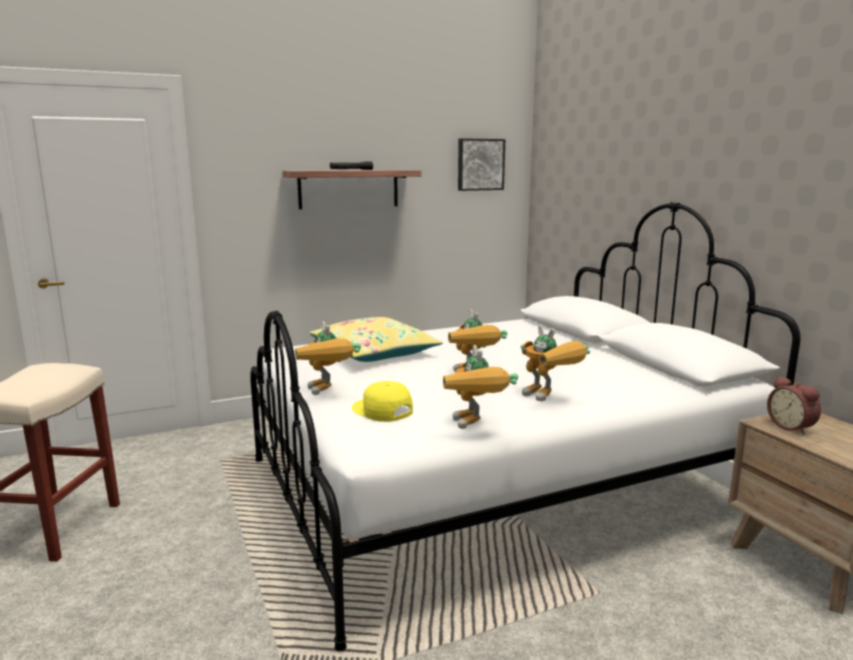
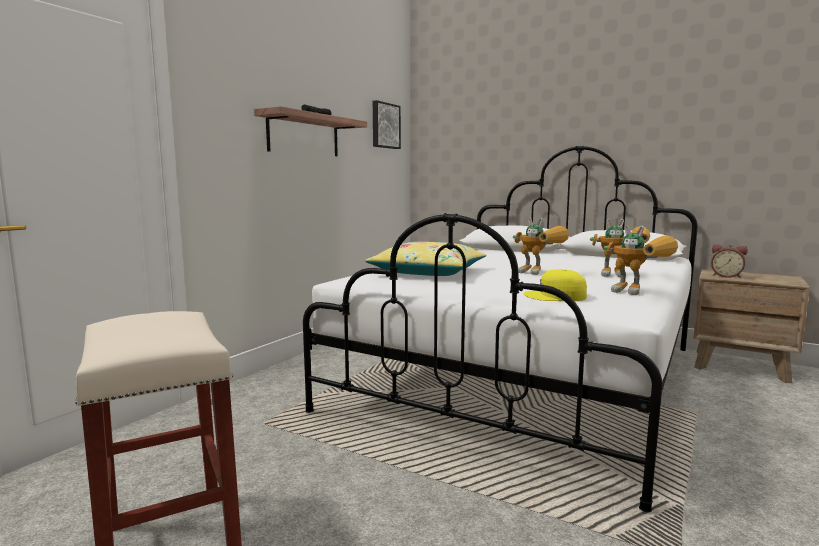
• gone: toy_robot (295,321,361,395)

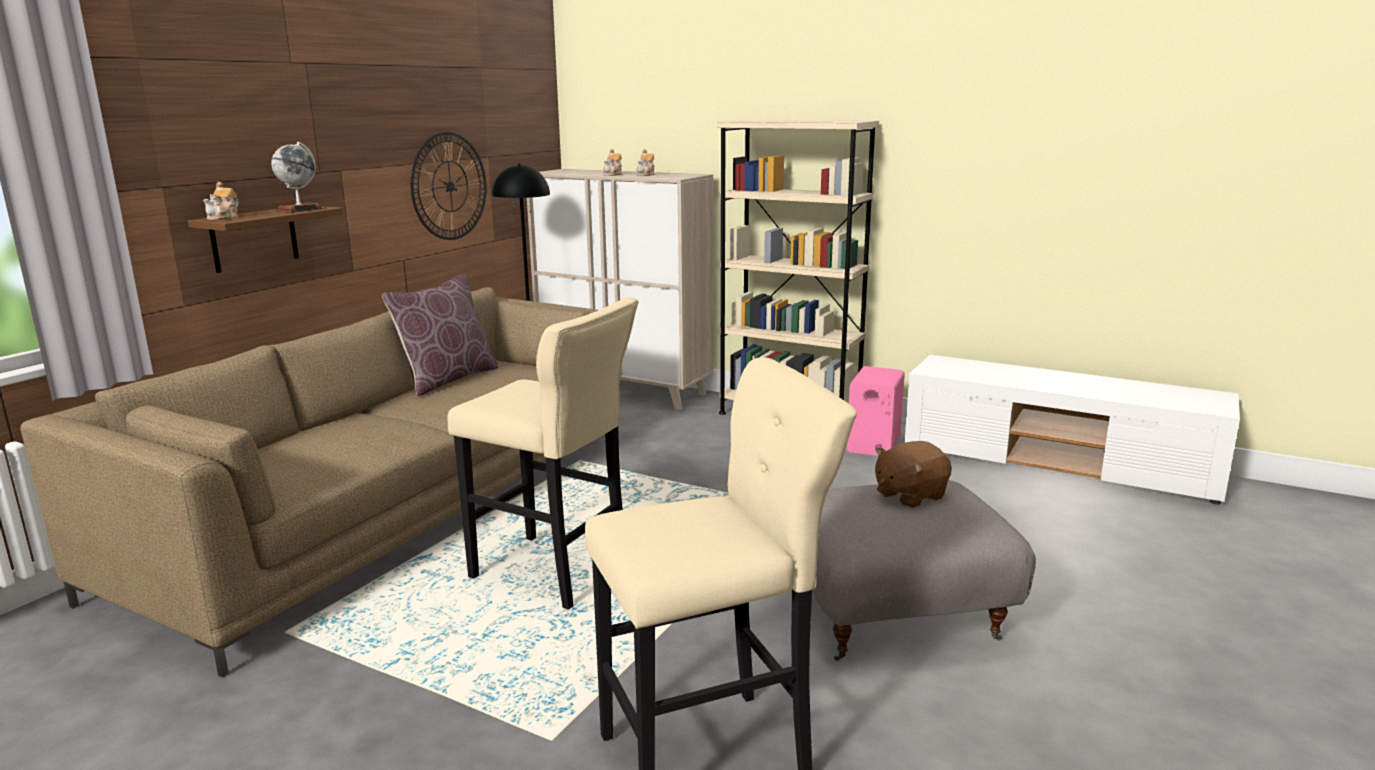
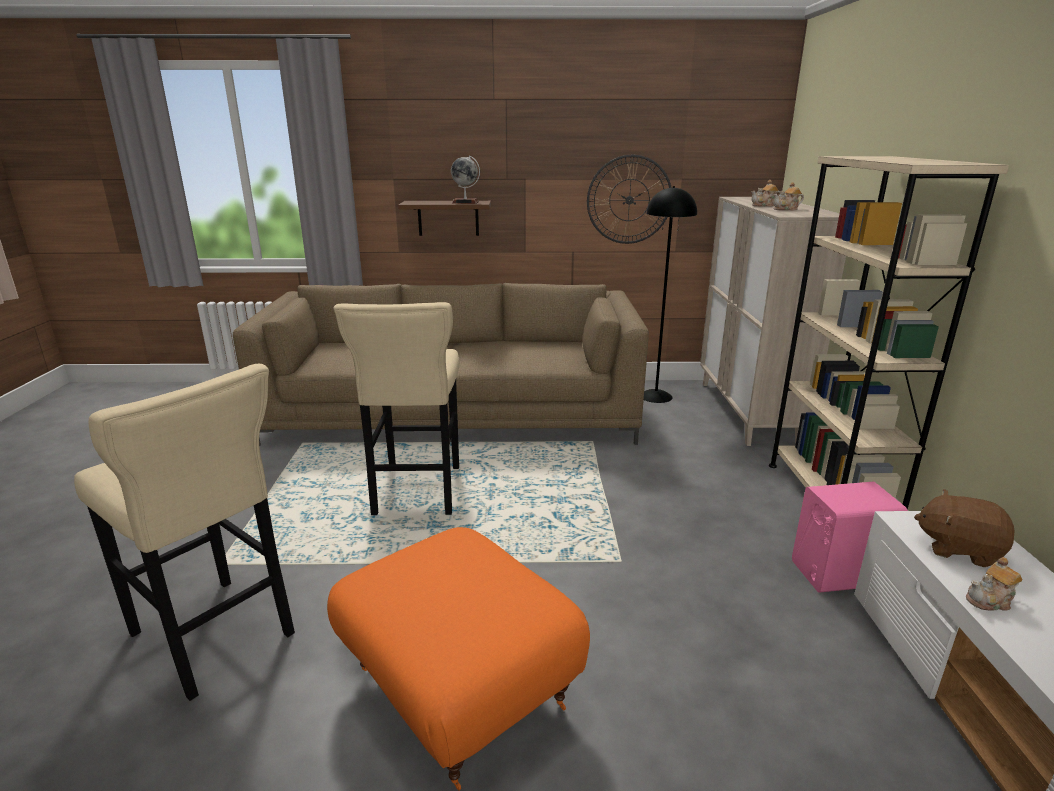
• gone: brown-coloured_cushion (382,274,498,397)
• shifted: tea_pot (203,182,239,220) to (966,557,1023,611)
• shifted: brown-coloured_plush_toy (875,441,952,508) to (914,489,1015,567)
• repainted: grey_ottoman (812,480,1036,661) to orange_ottoman (327,527,590,791)

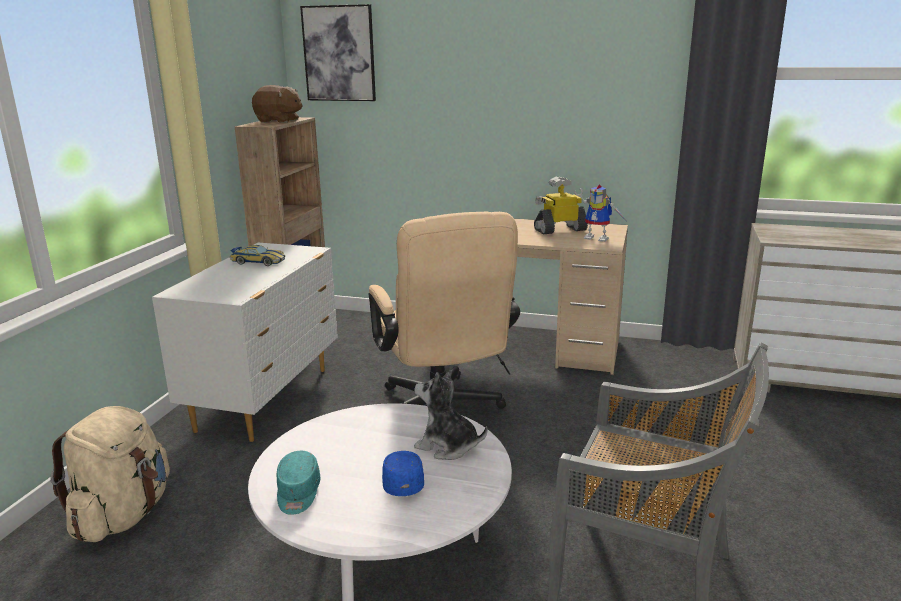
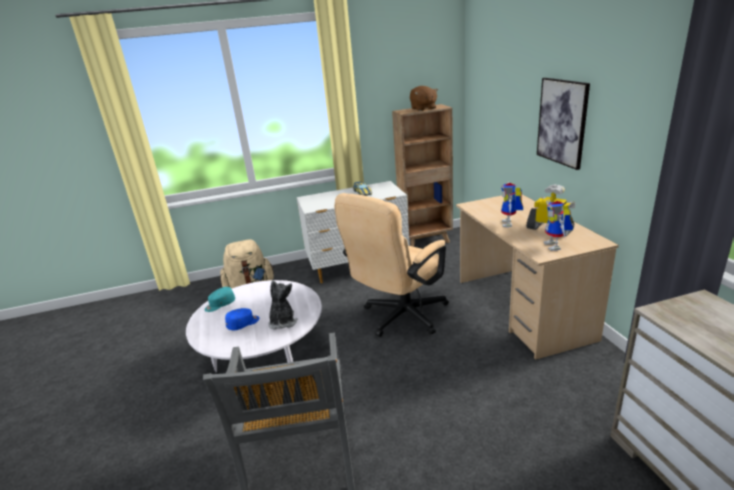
• new: toy_robot (501,182,523,227)
• shifted: wall_art (300,4,376,101) to (537,78,590,170)

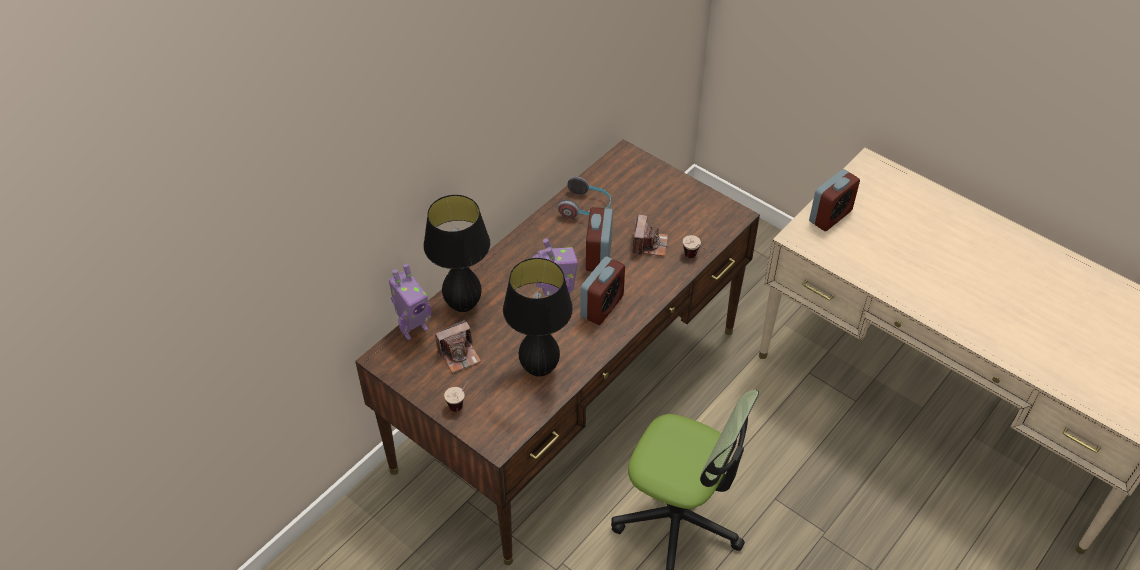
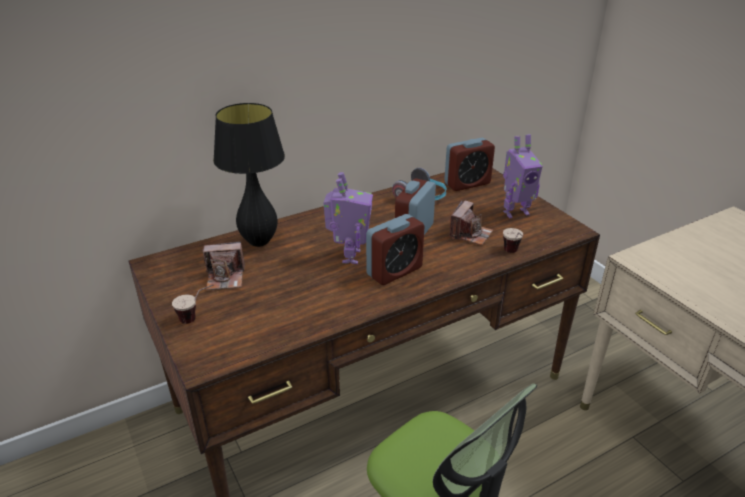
• gone: black_lamp_for_a_table (503,258,573,377)
• shifted: toy_robot (389,264,431,340) to (503,134,543,218)
• shifted: alarm_clock (809,169,860,231) to (444,138,495,191)

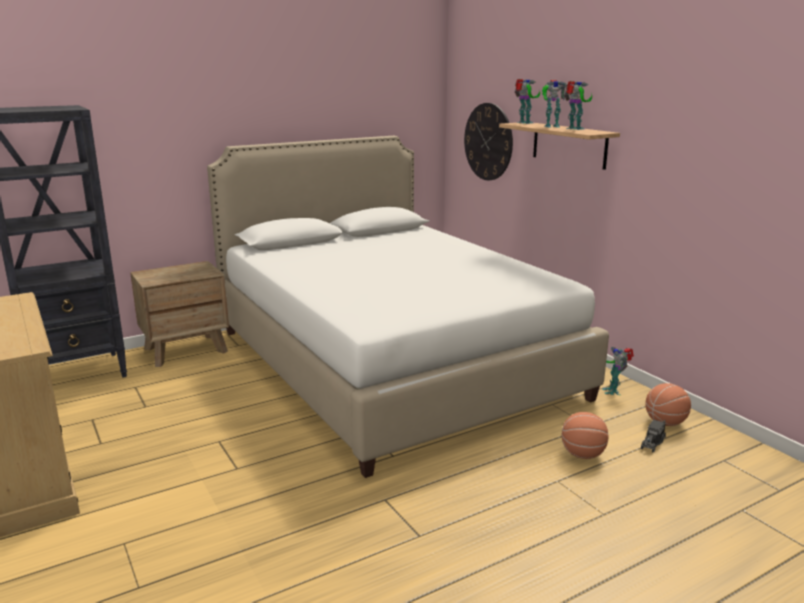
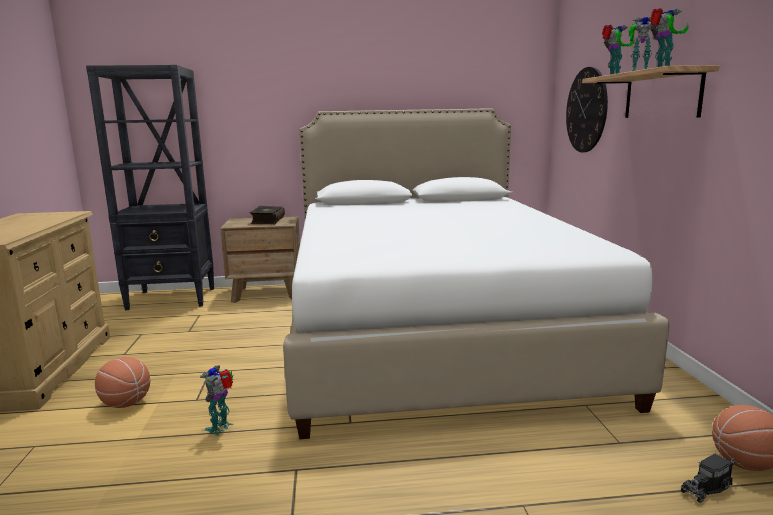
• new: volume (249,206,285,224)
• shifted: basketball_ball (562,412,609,459) to (95,357,150,408)
• shifted: toy_robot (602,347,634,395) to (199,365,234,436)

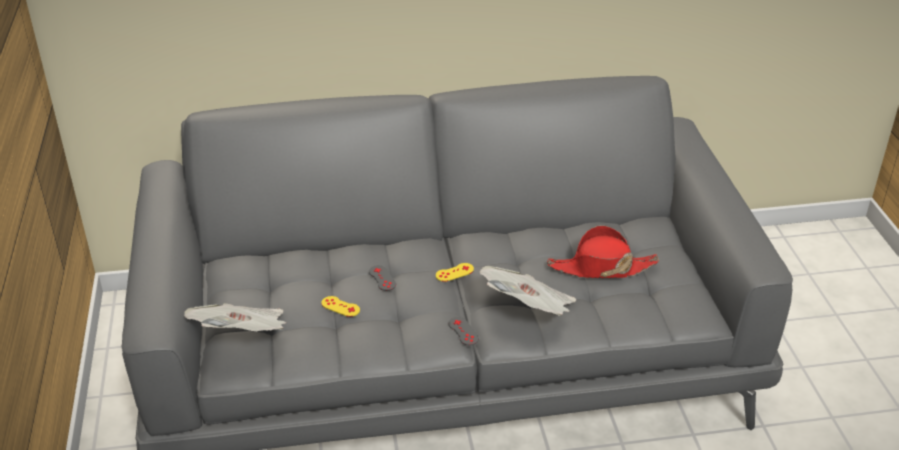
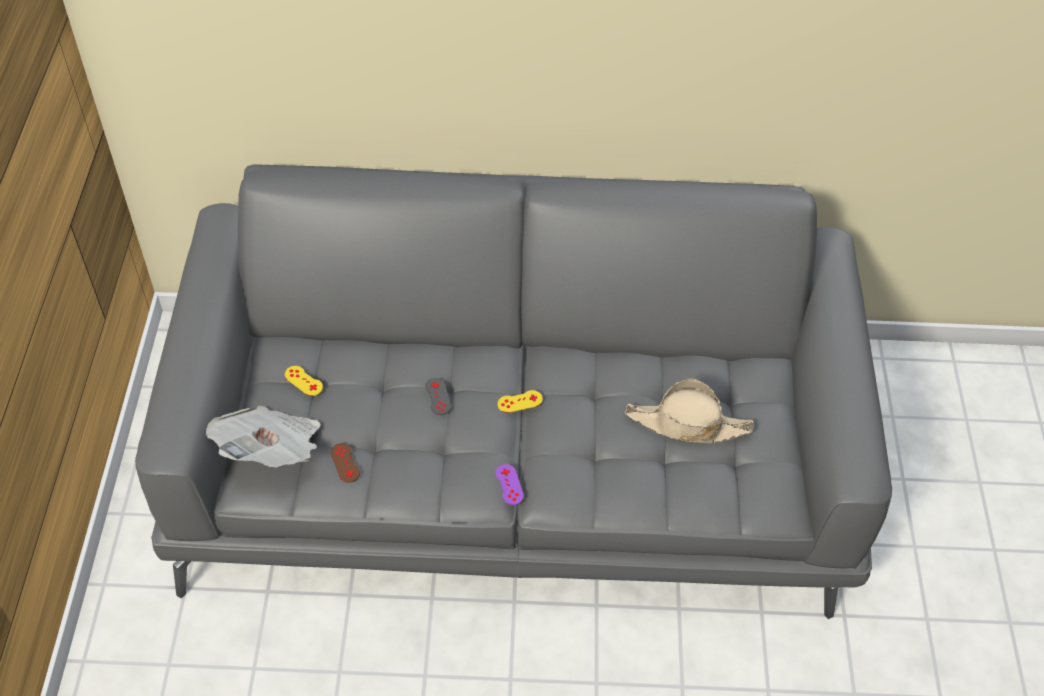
• gone: daily_paper (480,266,576,315)
• new: brown-coloured_game_controller (330,443,360,483)
• shifted: yellow_game_controller (321,296,360,317) to (285,366,323,396)
• repainted: grey_game_controller (449,317,479,345) to purple_game_controller (495,464,524,505)
• repainted: red-coloured_hat (547,225,659,278) to beige-coloured_hat (625,378,754,443)

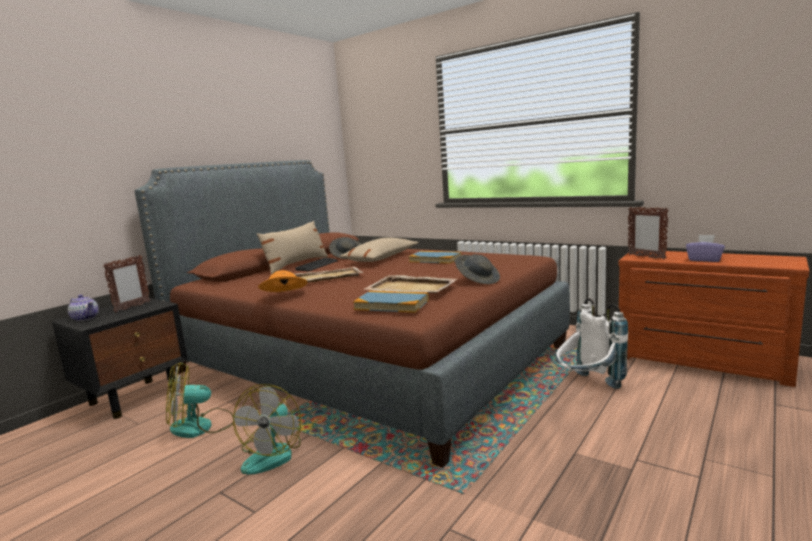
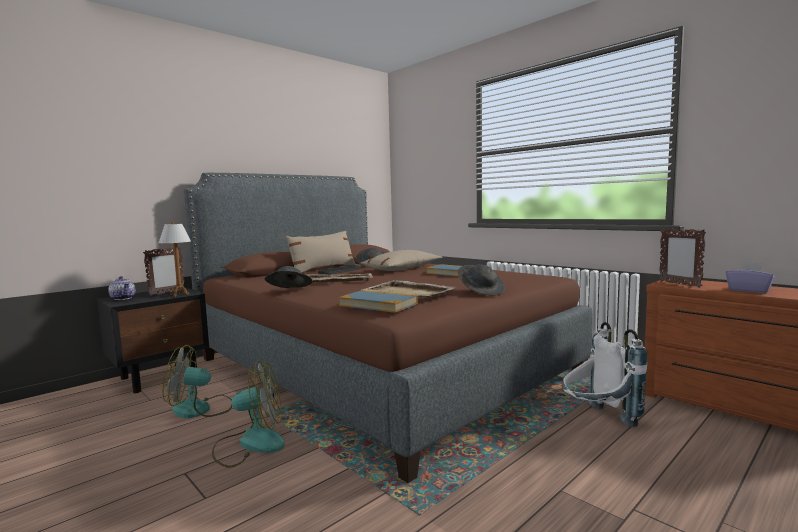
• new: lamp_for_a_table (159,222,191,297)
• repainted: orange_hat (258,270,307,292) to grey_hat (265,266,312,288)
• rotated: electric_fan (233,384,301,475) = (212,361,285,468) 120 degrees counterclockwise

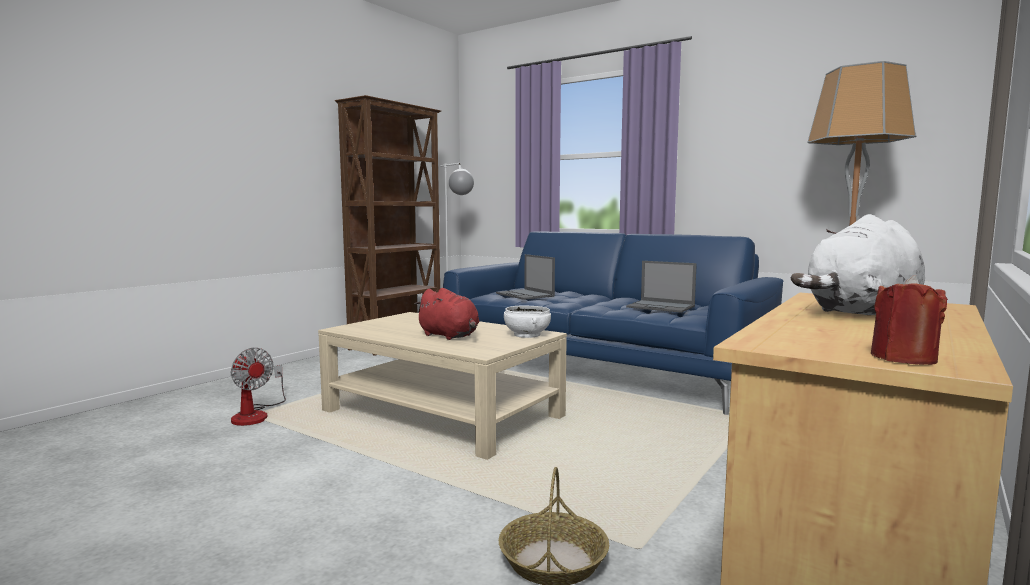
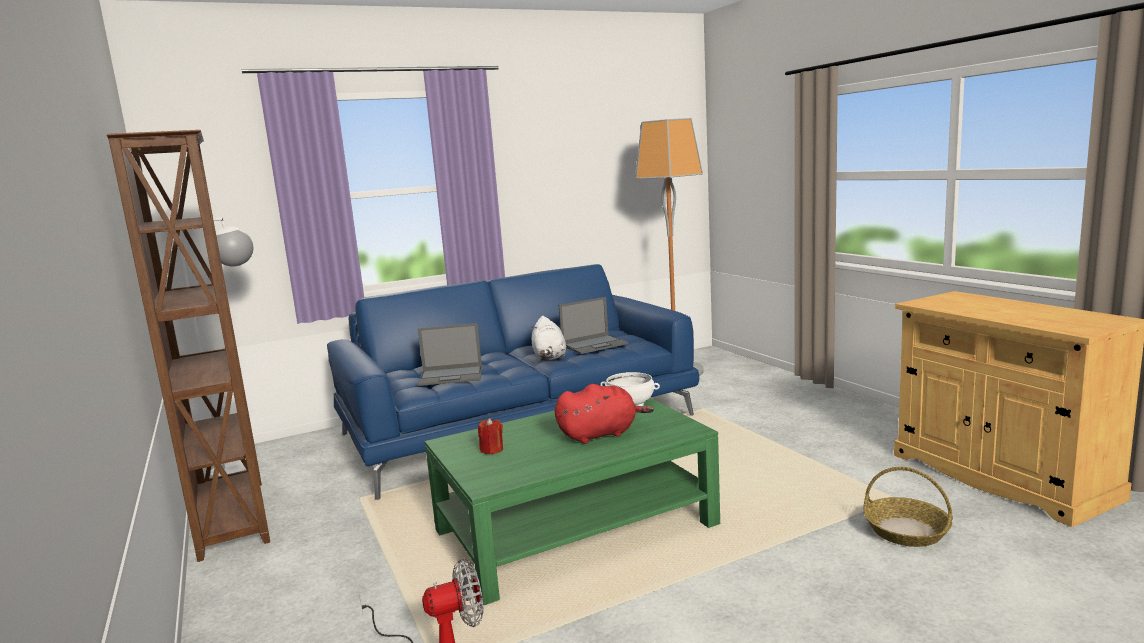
• shifted: whitish_plush_toy (791,214,925,315) to (531,316,566,361)
• shifted: red-coloured_wax_light (871,275,948,365) to (478,418,503,454)
• repainted: beige-coloured_lounge_table (318,312,567,460) to greenish_lounge_table (425,398,720,605)

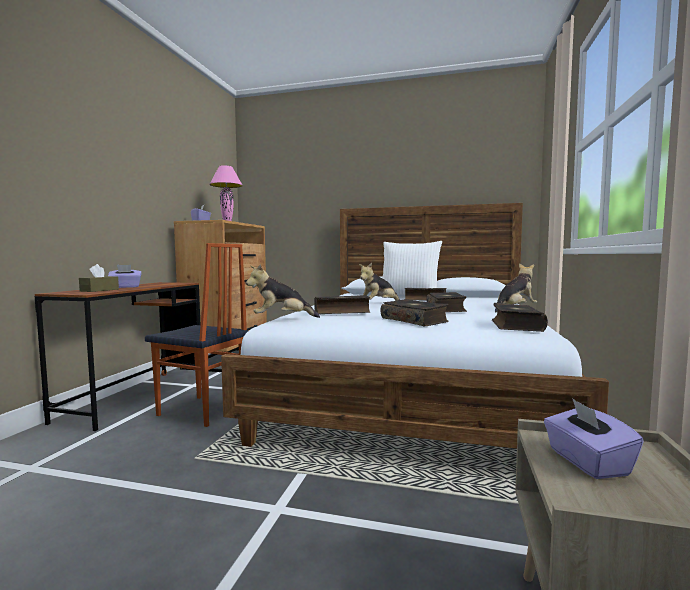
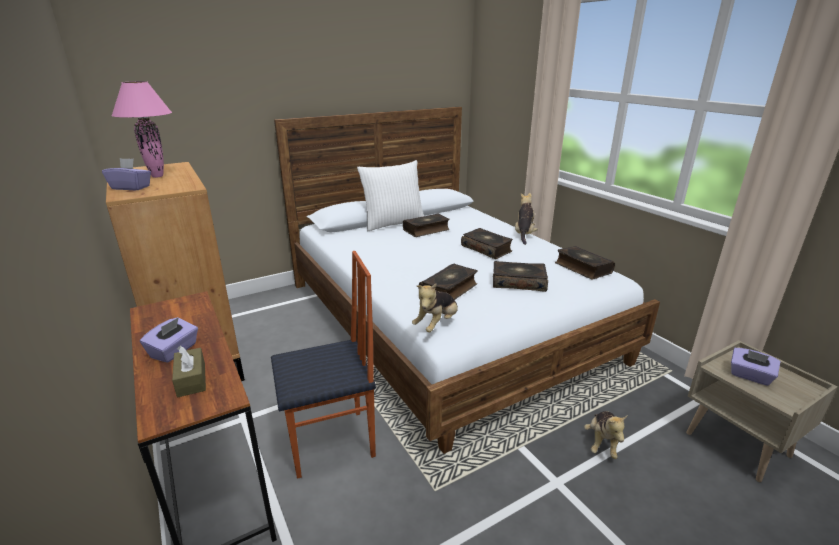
• shifted: plush_toy (359,263,400,301) to (584,411,627,459)

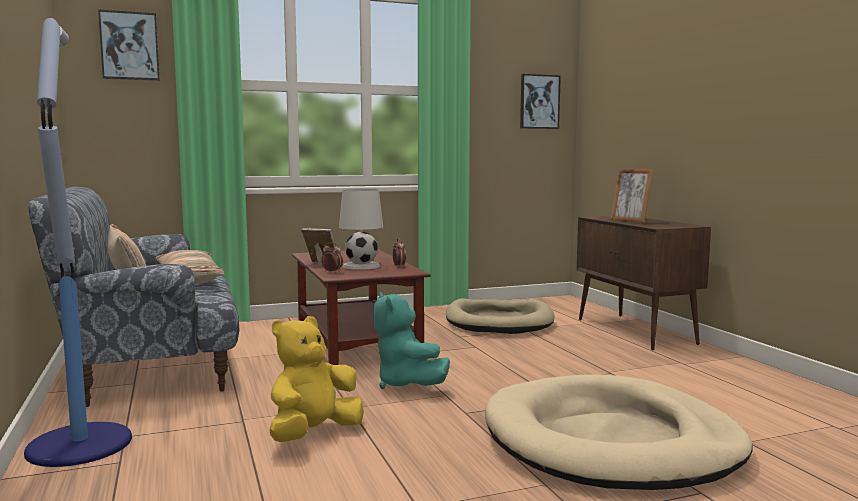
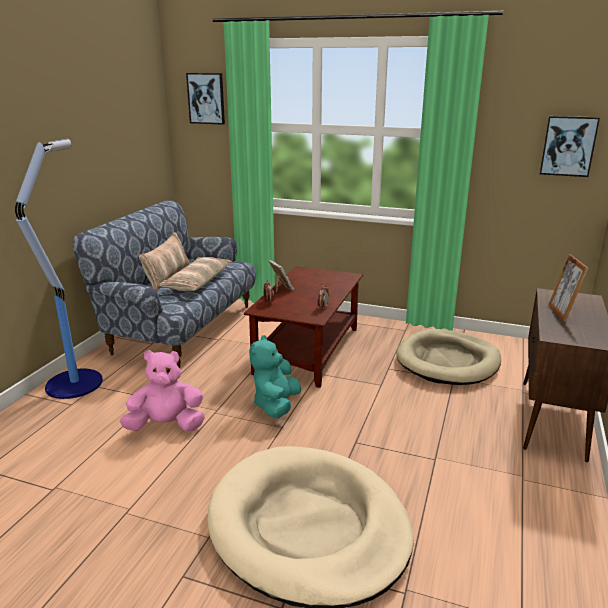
• gone: whitish_lamp_for_a_table (339,189,383,270)
• repainted: yellow_plush_toy (269,316,364,442) to pinkish_plush_toy (120,350,205,432)

